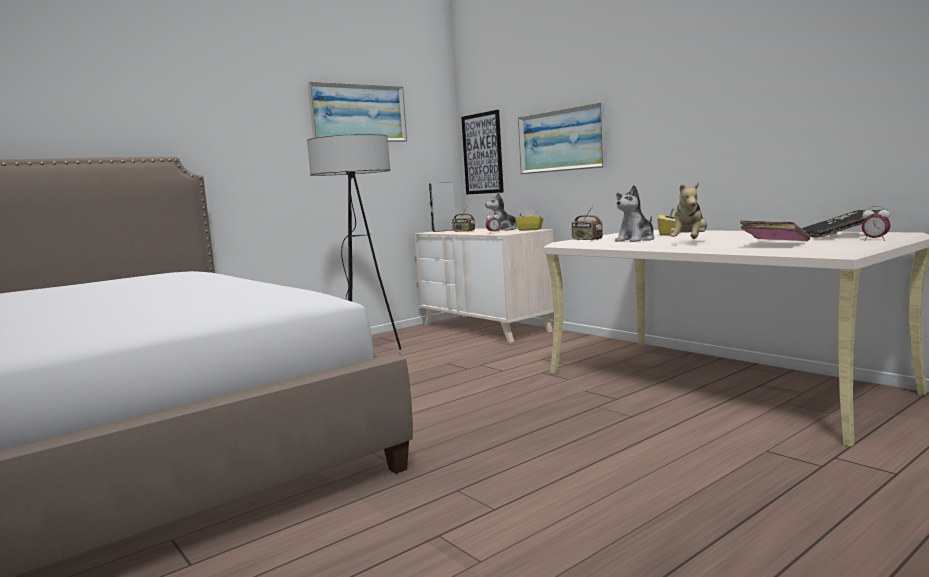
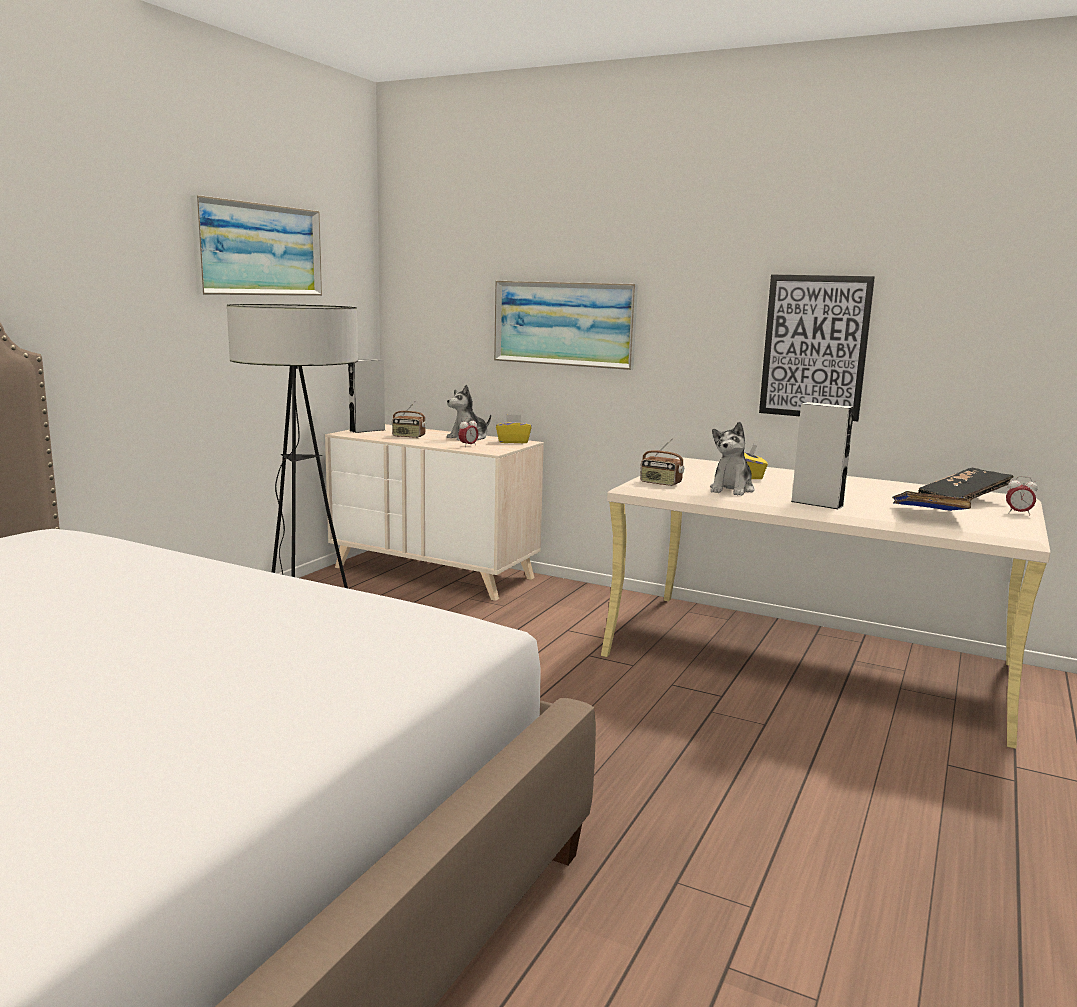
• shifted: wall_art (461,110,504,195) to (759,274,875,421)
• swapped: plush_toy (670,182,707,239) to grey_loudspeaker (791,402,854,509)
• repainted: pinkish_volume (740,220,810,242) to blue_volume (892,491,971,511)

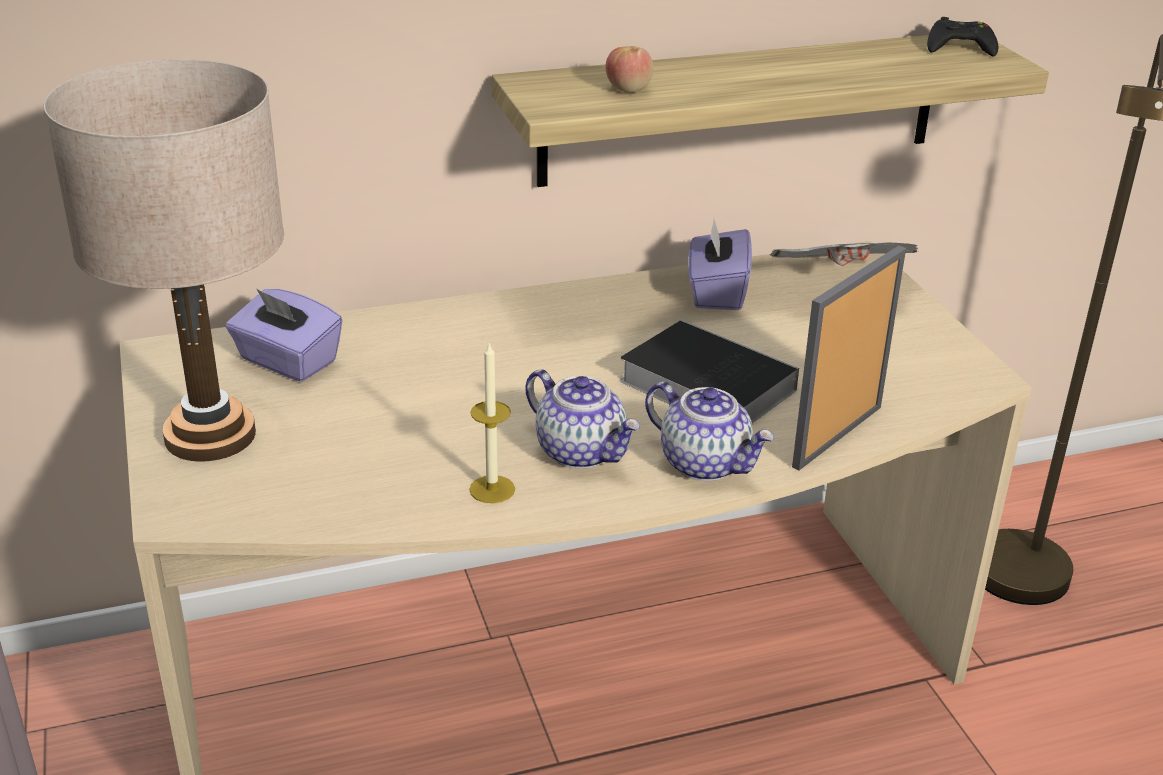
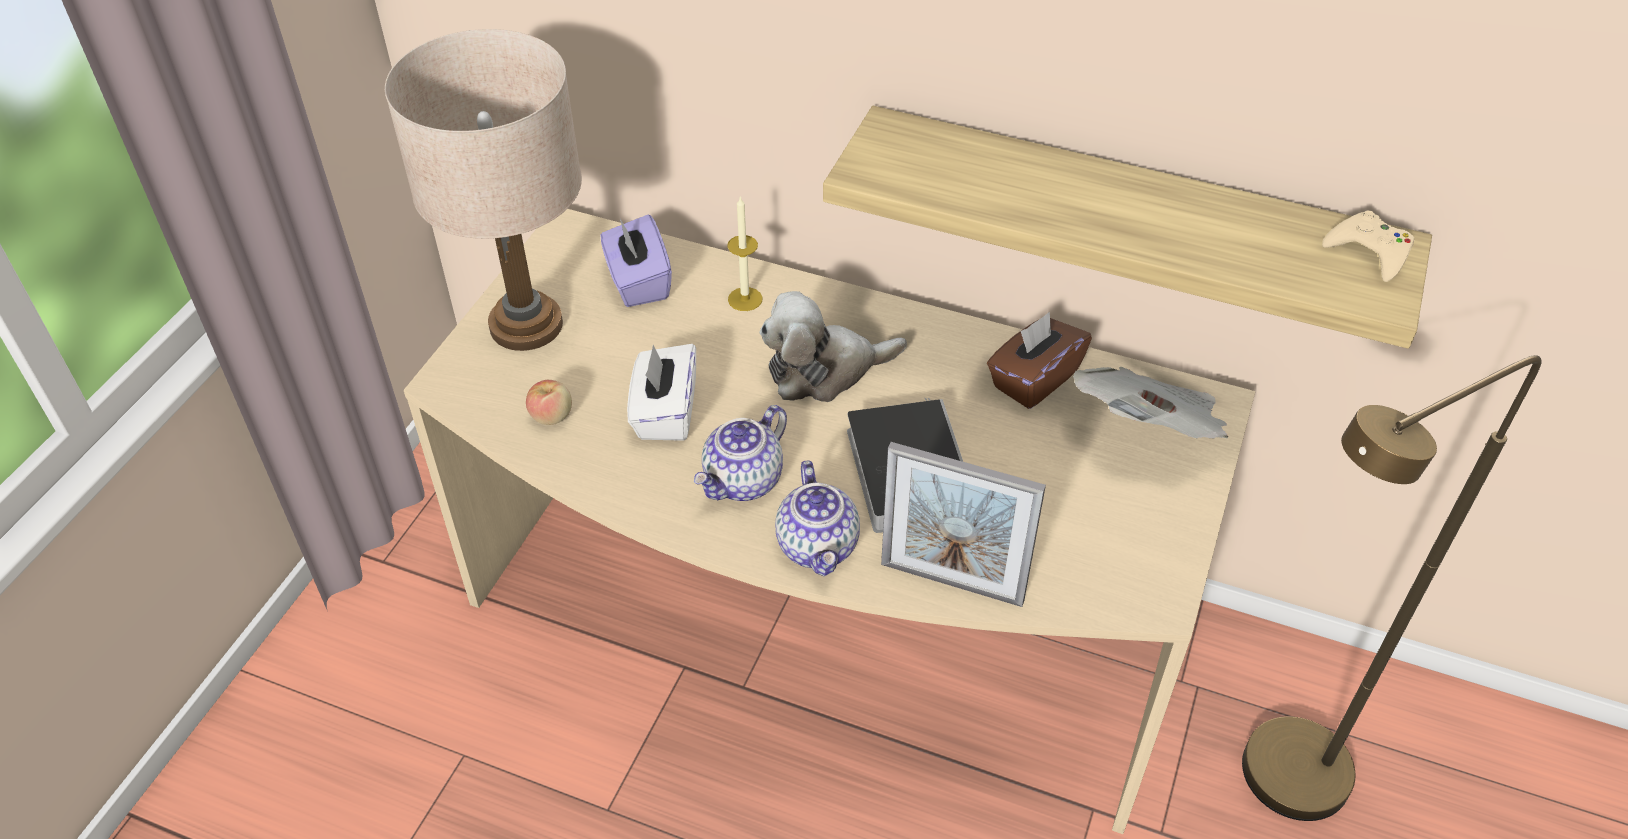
• new: whitish_box_of_tissues (627,344,696,441)
• new: plush_toy (759,291,907,402)
• shifted: wax_light (469,344,515,503) to (727,196,763,311)
• shifted: whole_apple (605,46,653,93) to (526,380,572,425)
• repainted: purple_box_of_tissues (688,219,752,310) to brown-coloured_box_of_tissues (987,312,1092,409)
• repainted: black_game_controller (927,17,999,57) to beige-coloured_game_controller (1322,210,1414,282)
• rotated: tea_pot (525,369,640,469) = (694,405,787,501) 45 degrees clockwise
• rotated: picture_frame (792,246,906,470) = (881,442,1046,607) 150 degrees counterclockwise

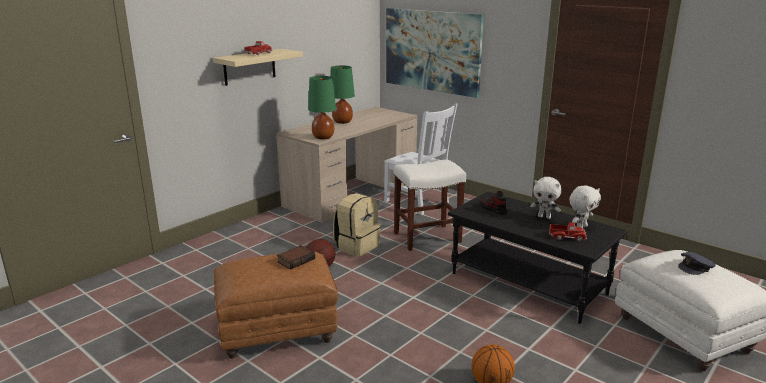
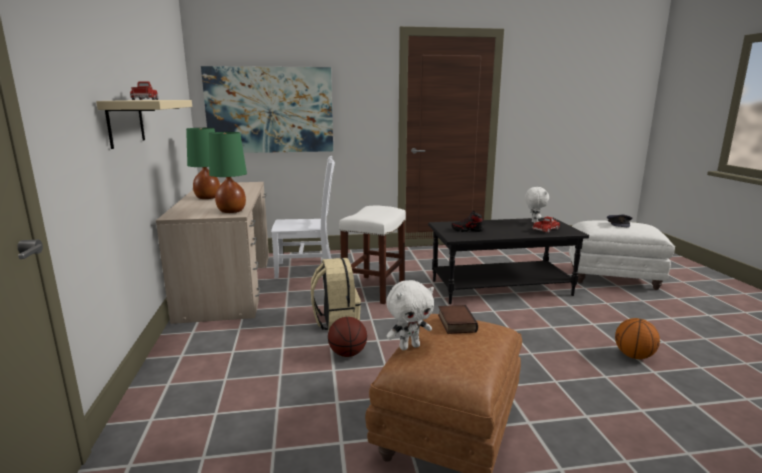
• shifted: whitish_plush_toy (530,177,561,219) to (386,280,434,350)

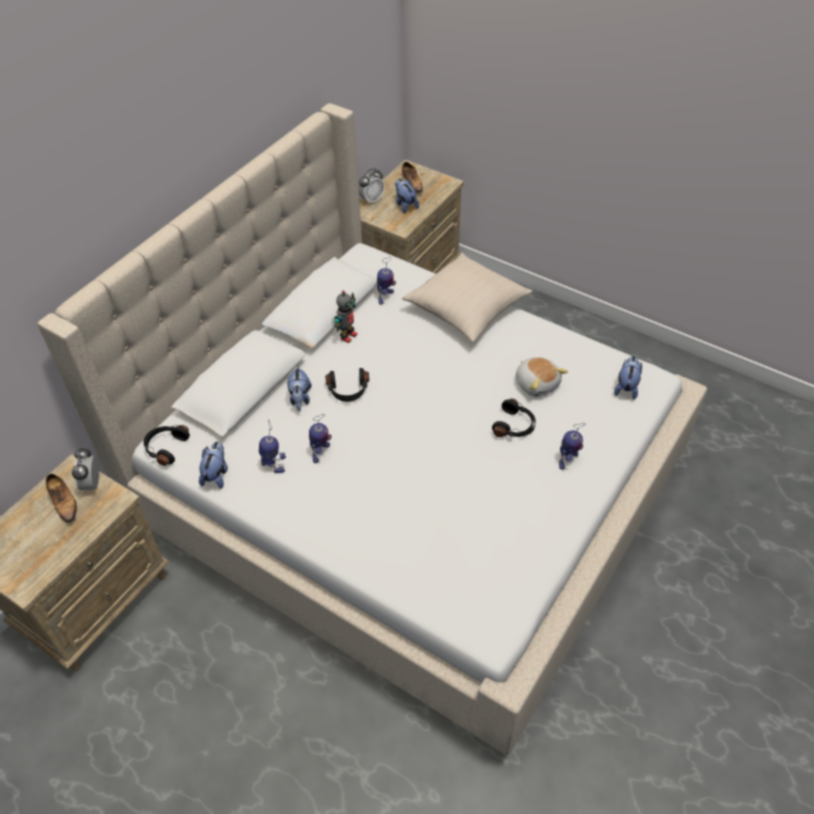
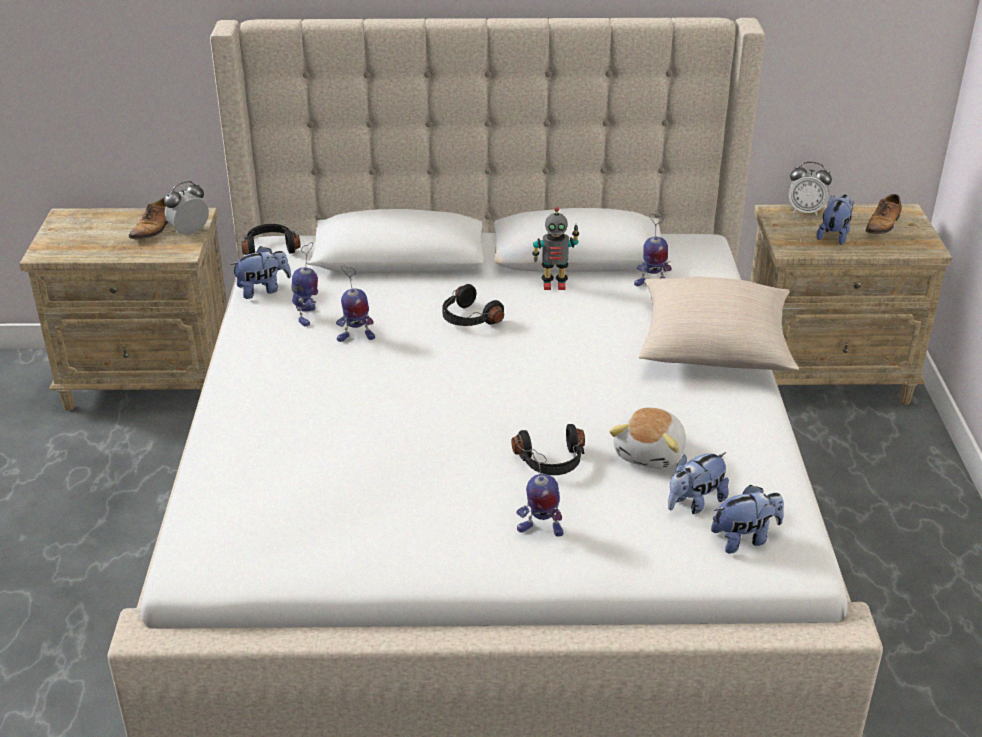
• shifted: plush_toy (287,366,312,412) to (668,452,729,514)

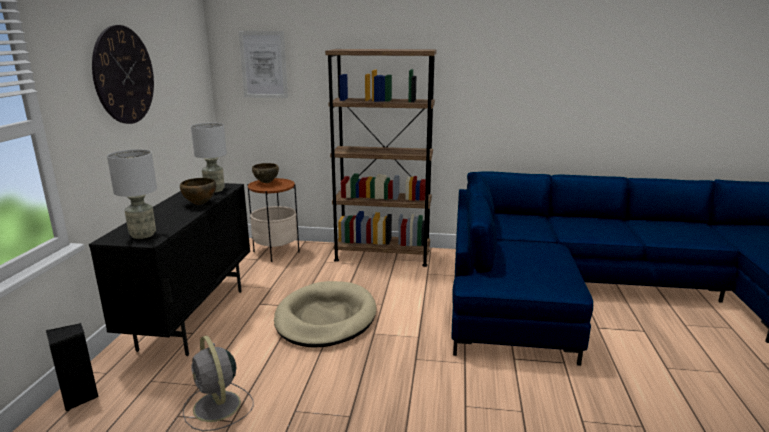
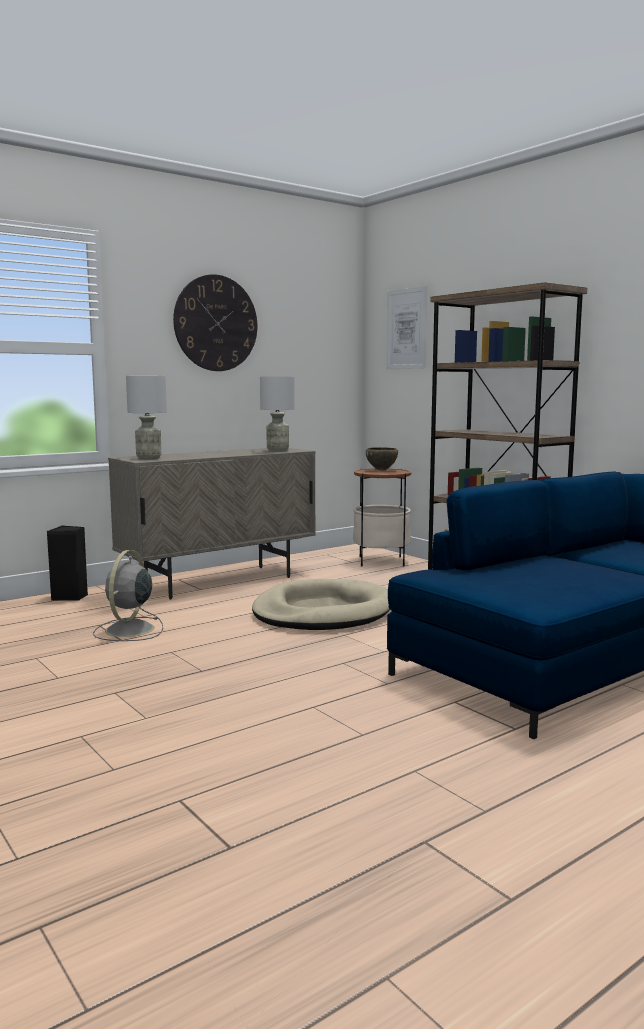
• gone: brown-coloured_deep_dish (180,178,216,205)
• repainted: black_cabinet (89,183,250,356) to beige-coloured_cabinet (108,448,316,600)

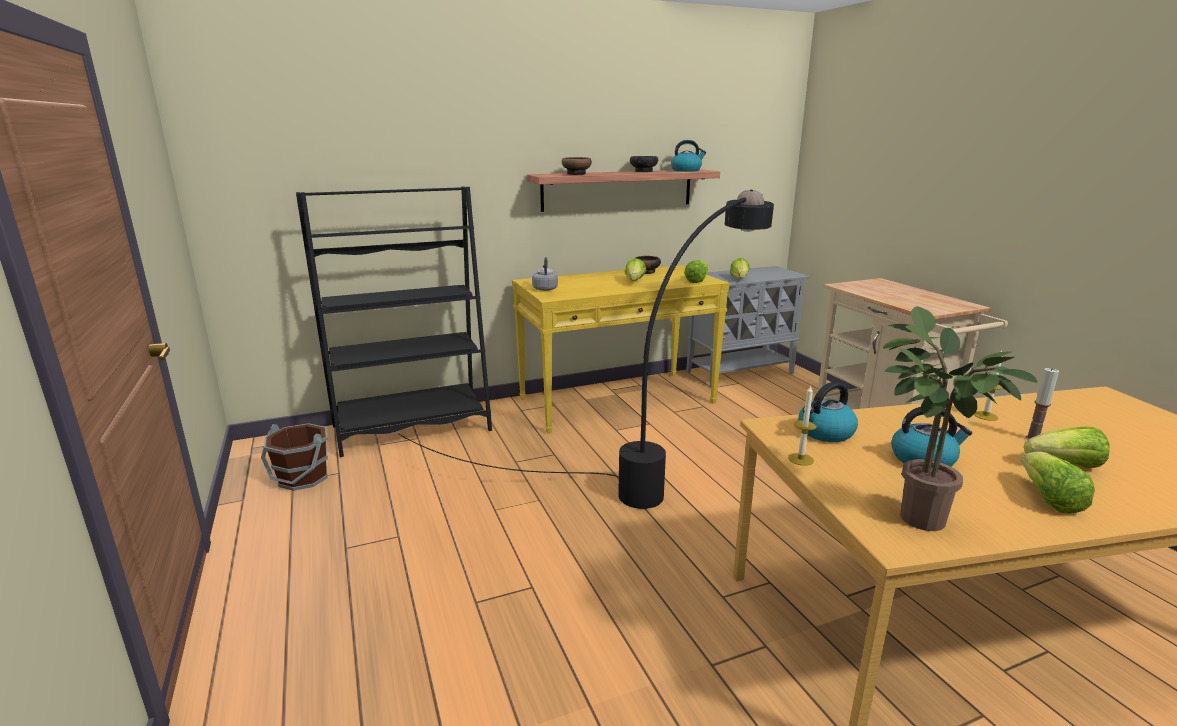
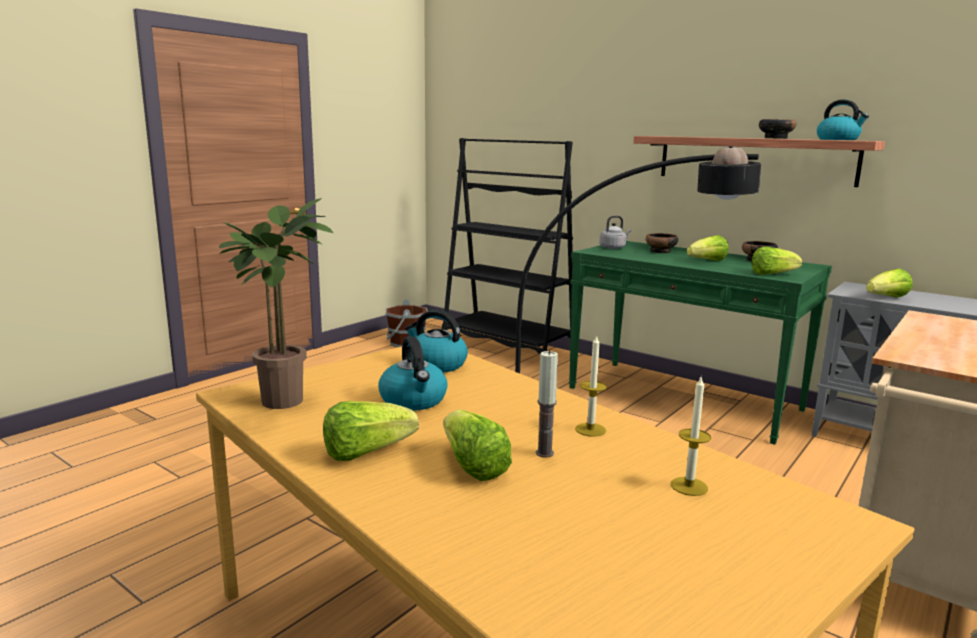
• shifted: deep_dish (562,157,592,175) to (646,233,678,253)
• shifted: wax_light (788,386,817,466) to (671,377,711,496)
• repainted: yellow_hall_table (512,265,730,434) to greenish_hall_table (569,241,832,445)

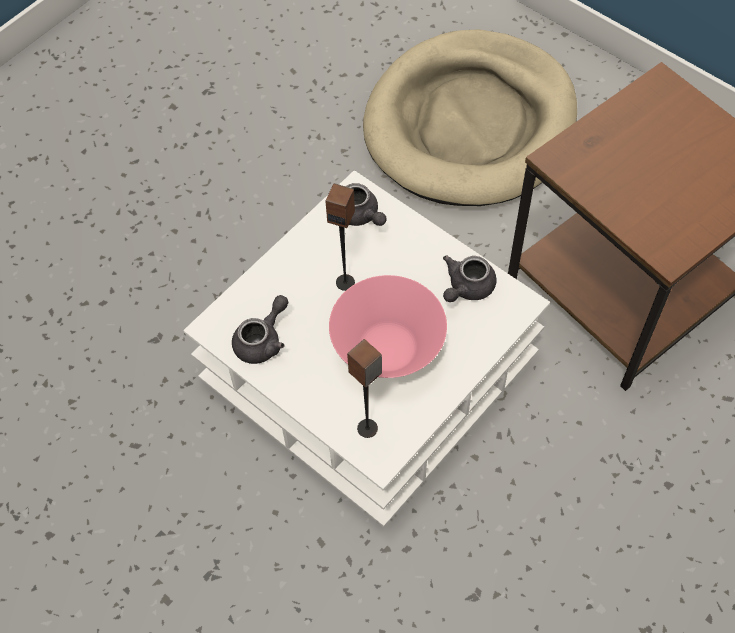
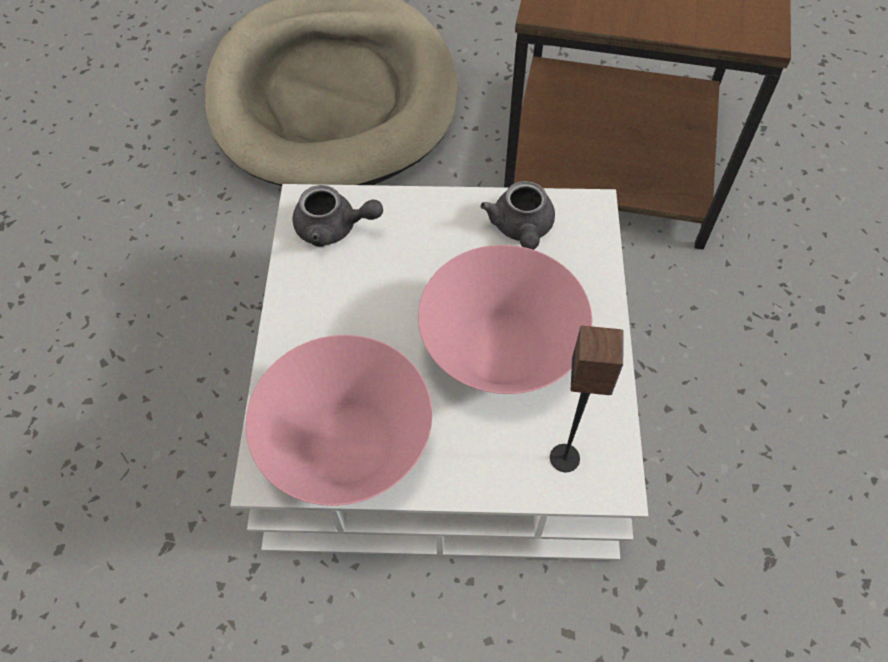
• gone: loudspeaker (325,183,355,291)
• swapped: grey_tea_pot (232,295,288,364) to pinkish_deep_dish (246,335,432,506)

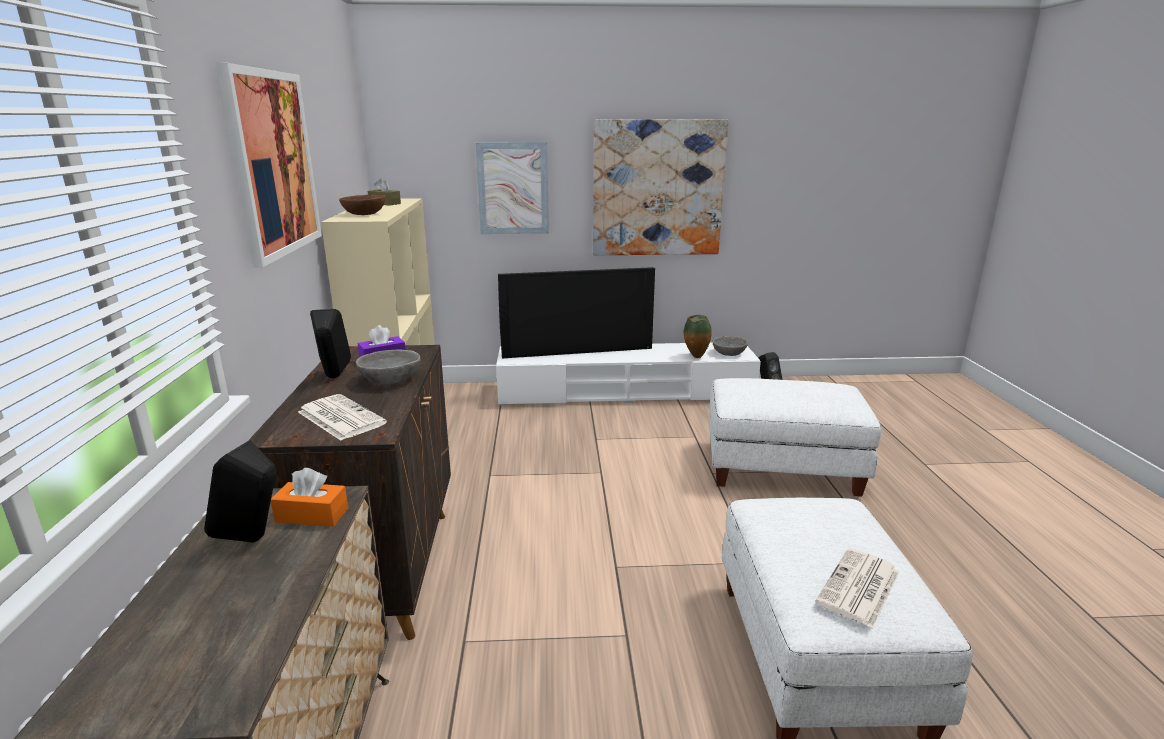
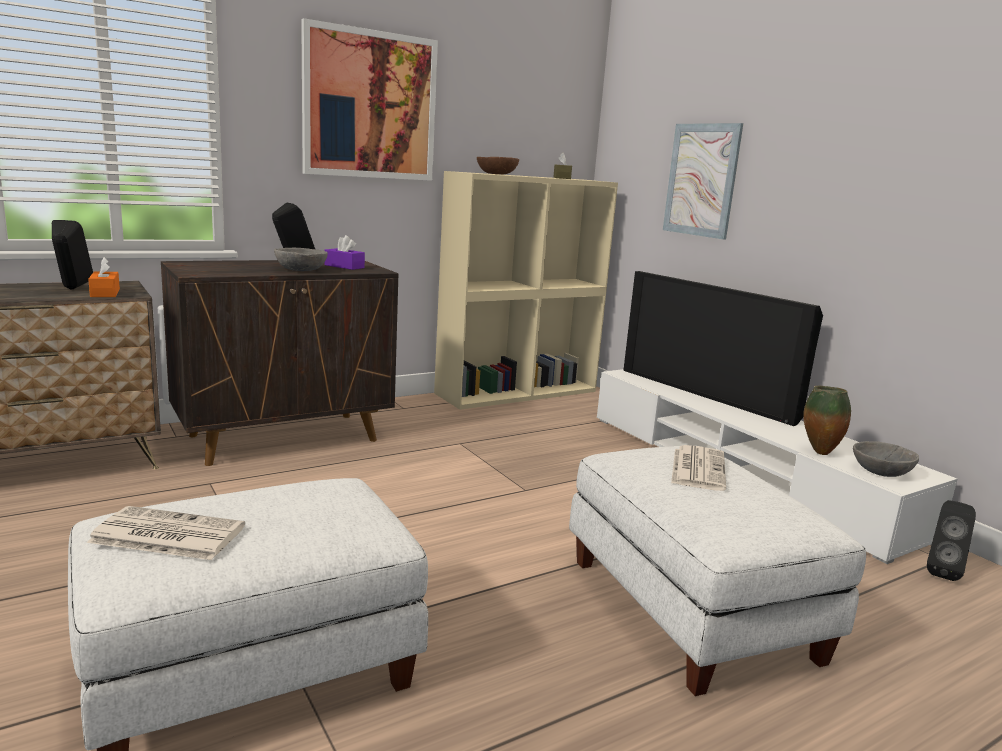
• gone: wall_art (593,119,729,255)
• shifted: daily_paper (298,394,387,441) to (671,445,726,491)

